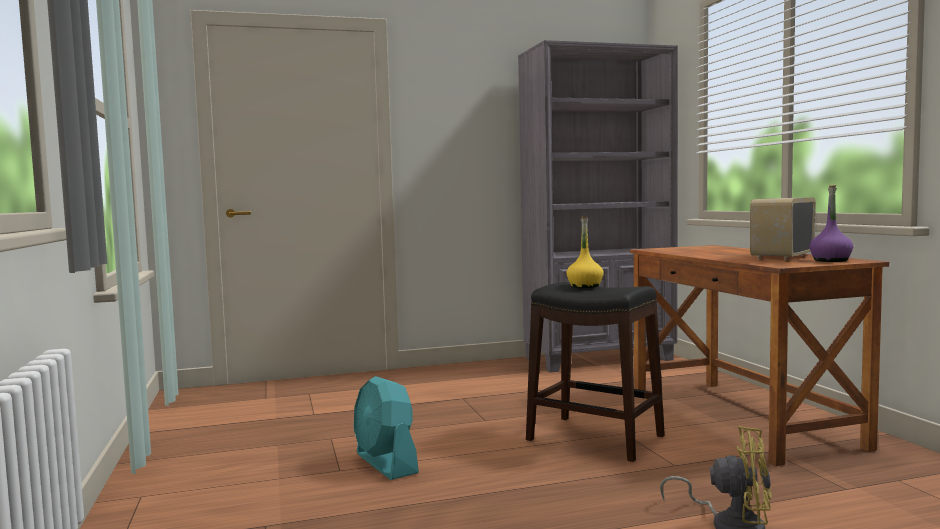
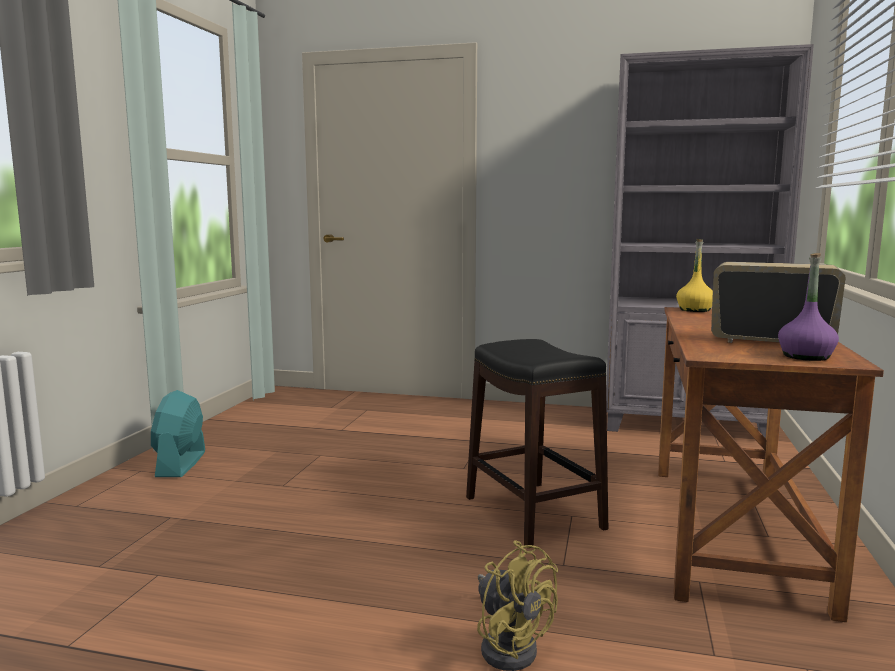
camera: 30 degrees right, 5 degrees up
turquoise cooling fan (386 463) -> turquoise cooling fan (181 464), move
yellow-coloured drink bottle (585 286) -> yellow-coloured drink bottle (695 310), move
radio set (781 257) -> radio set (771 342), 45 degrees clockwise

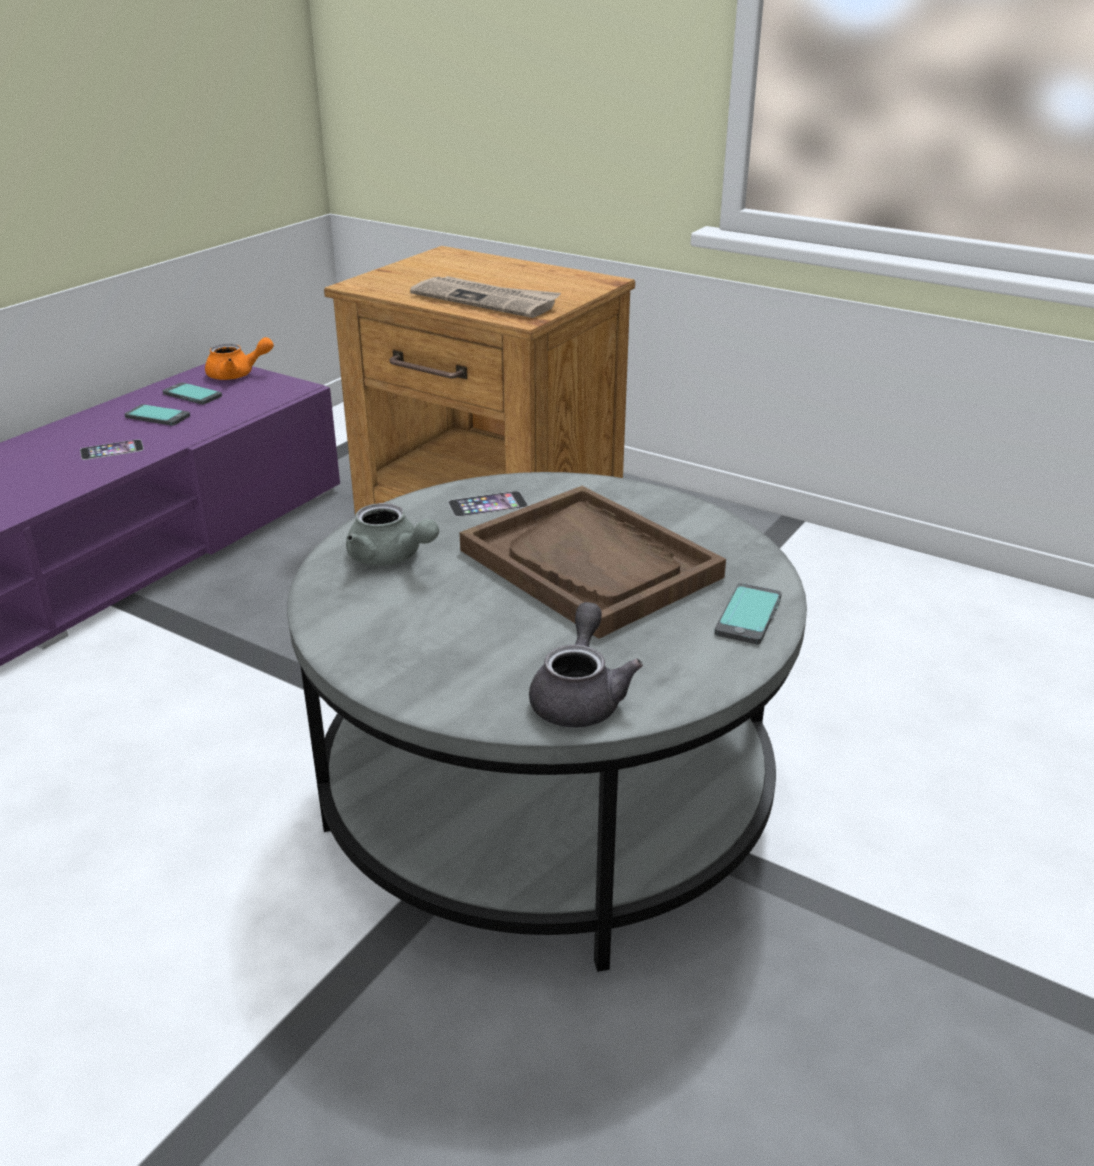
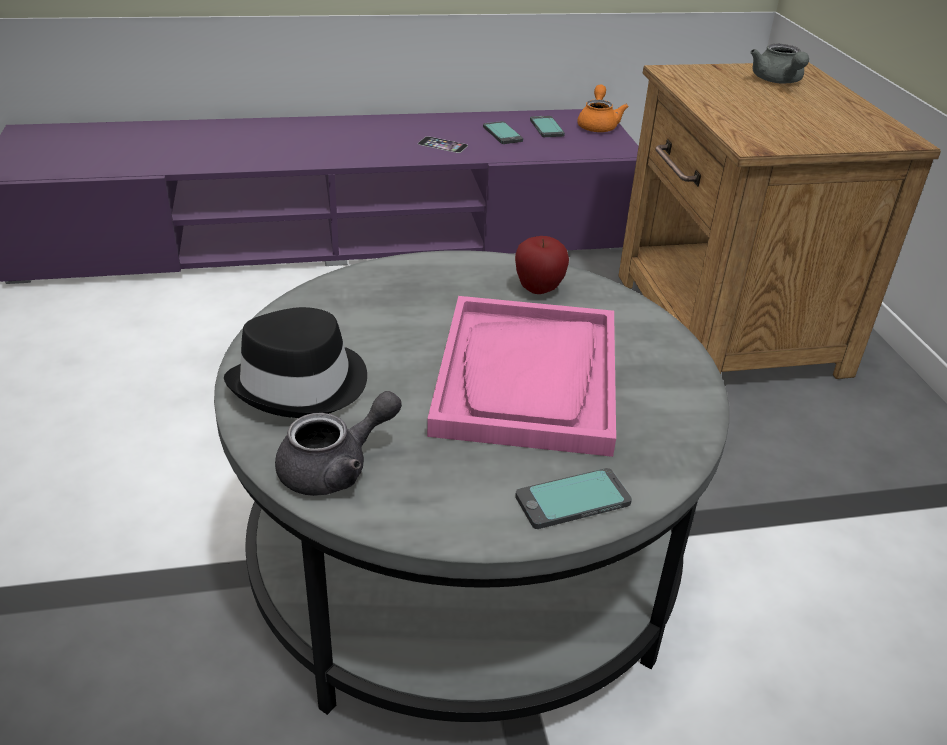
camera: 45 degrees right, 5 degrees up
none -> black-coloured wearable hat (302 384)
brown tray (590 564) -> pinkish tray (528 378)
handset (487 504) -> apple (538 290)
orangey teapot (237 375) -> orangey teapot (598 125), 120 degrees counterclockwise
greyish teapot (390 558) -> greyish teapot (778 81), move
printed paper (486 300) -> none

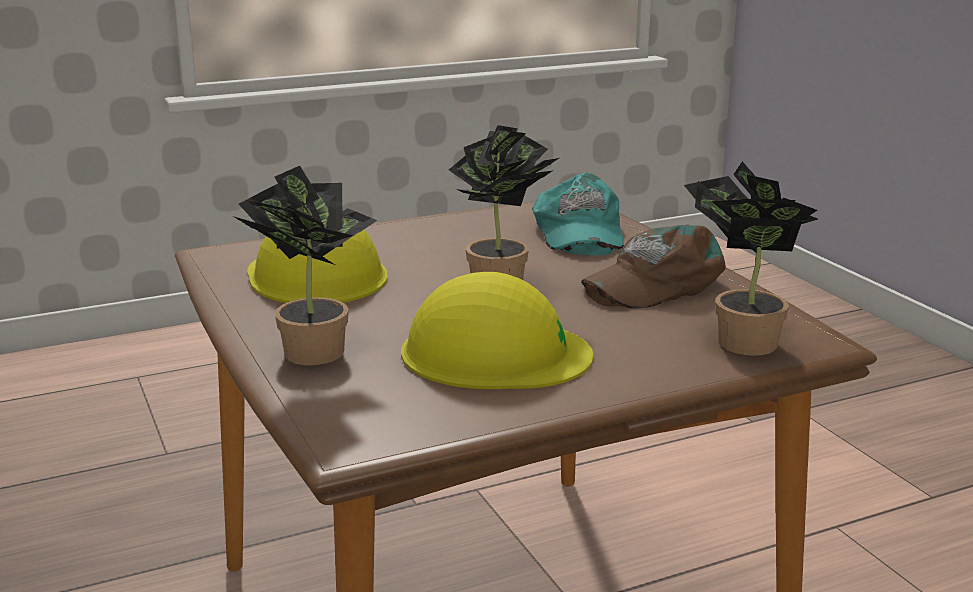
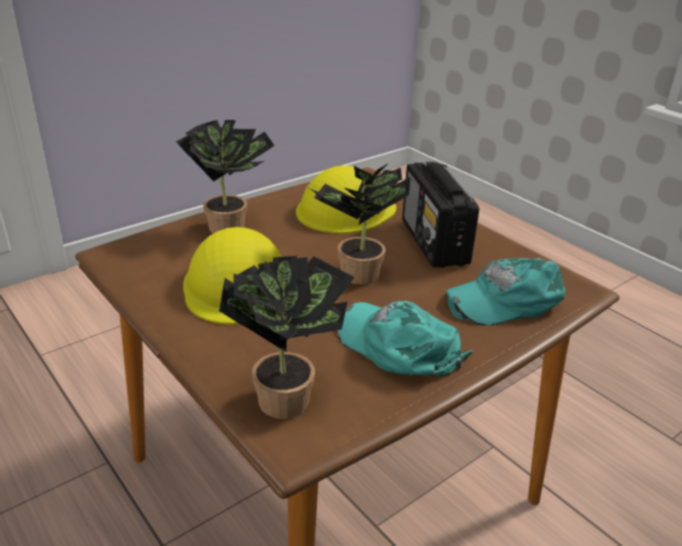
camera: 75 degrees right, 10 degrees up
brown baseball cap (654 283) -> turquoise baseball cap (399 346)
none -> radio set (434 243)

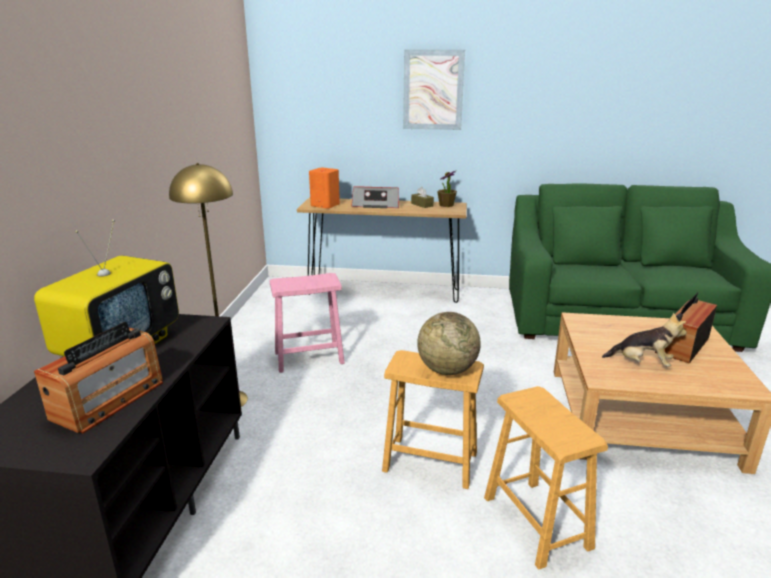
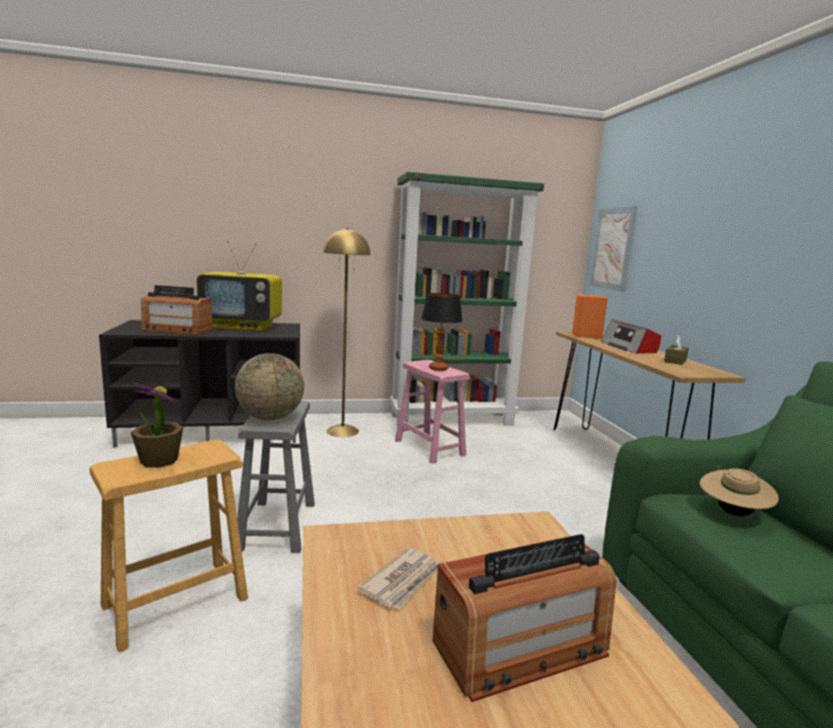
camera: 70 degrees right, 10 degrees down
potted plant (446 205) -> potted plant (159 461), move
brown stool (430 462) -> greyish stool (277 525)
plush toy (642 363) -> printed paper (403 581)
none -> greenish shelving unit (452 419)
none -> table lamp (438 368)
radio set (683 345) -> radio set (521 648), 135 degrees clockwise
wall picture (433 90) -> wall picture (613 249), move
none -> beige wearable hat (732 513)

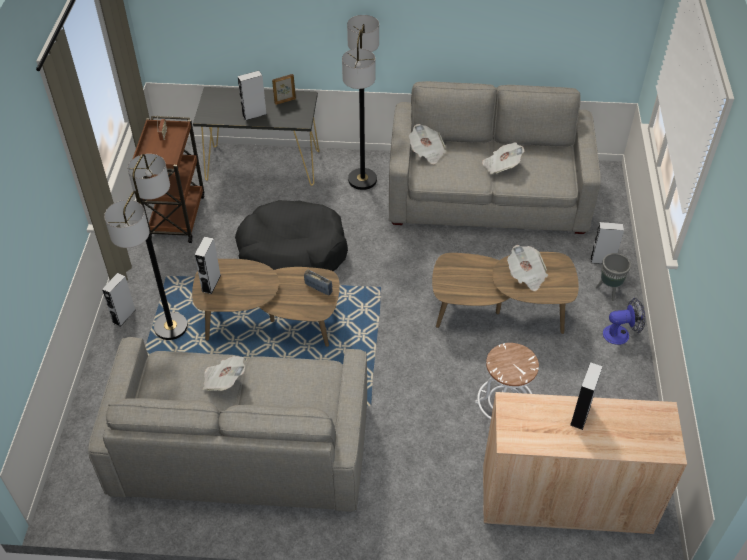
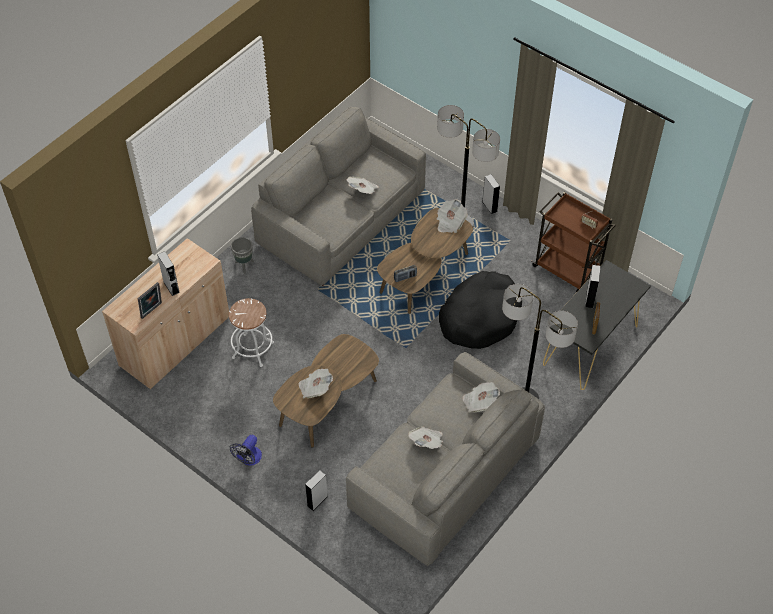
camera: 125 degrees right, 5 degrees up
none -> picture frame (152 311)
greyish plant pot (608 291) -> greyish plant pot (244 265), move
greyish audio speaker (211 283) -> printed paper (450 222)

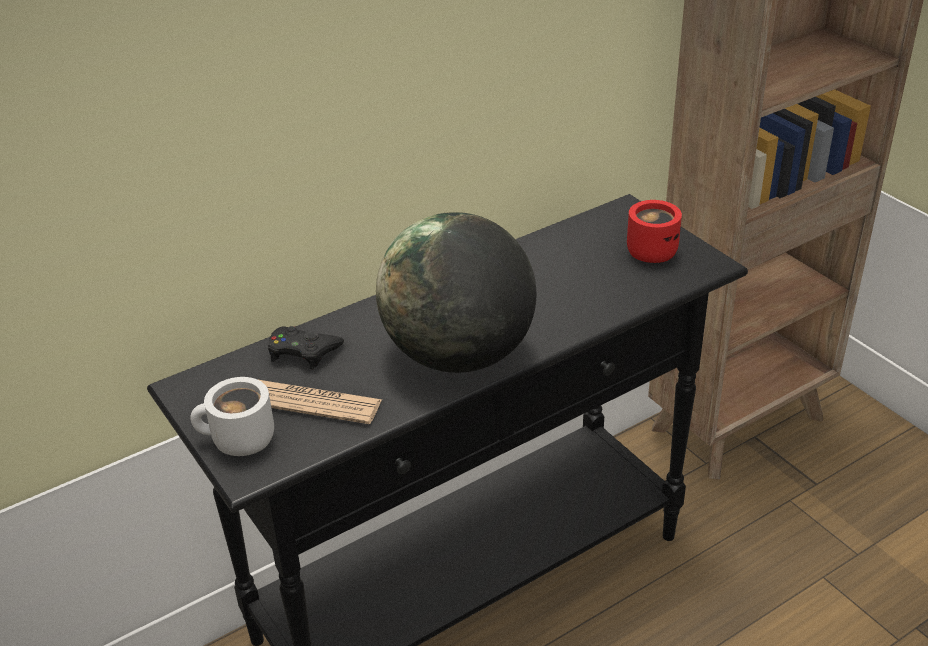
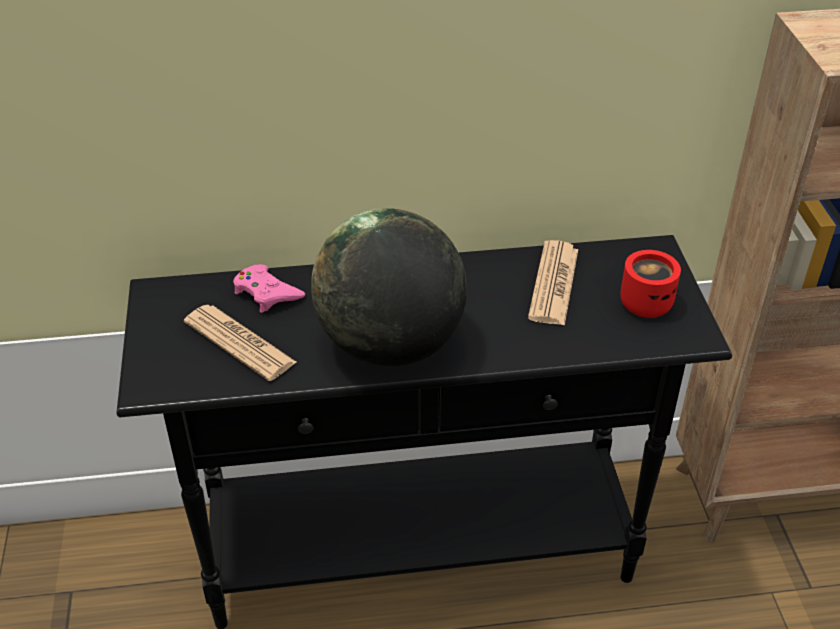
camera: 25 degrees right, 5 degrees up
black-coloured joypad (303 351) -> pinkish joypad (266 293)
none -> printed paper (553 284)
white mug (238 442) -> none

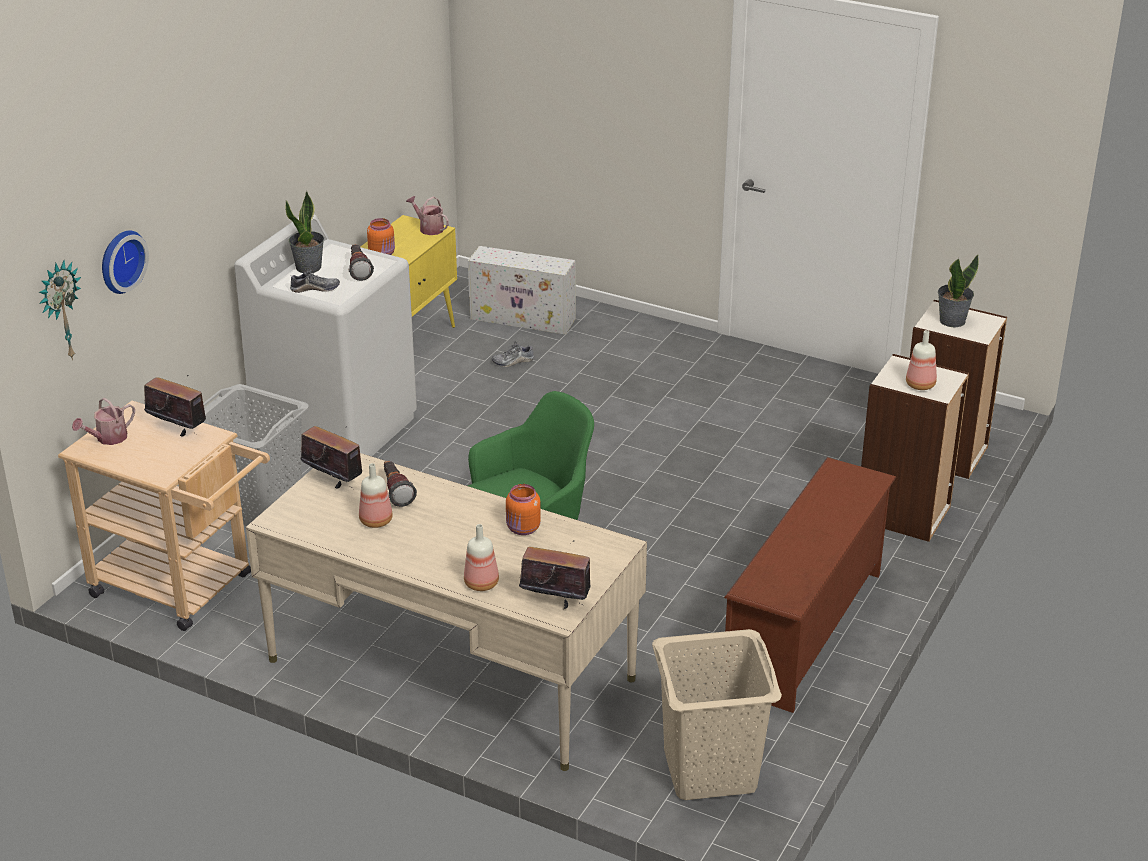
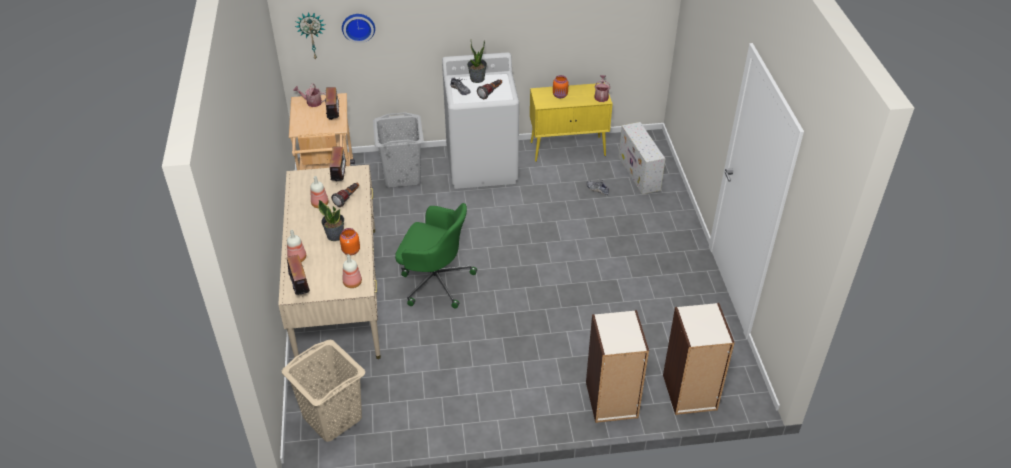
camera: 55 degrees right, 10 degrees up
potted plant (951 320) -> potted plant (335 235), move
drink bottle (921 385) -> drink bottle (353 283), move
brown shoe rack (806 631) -> none

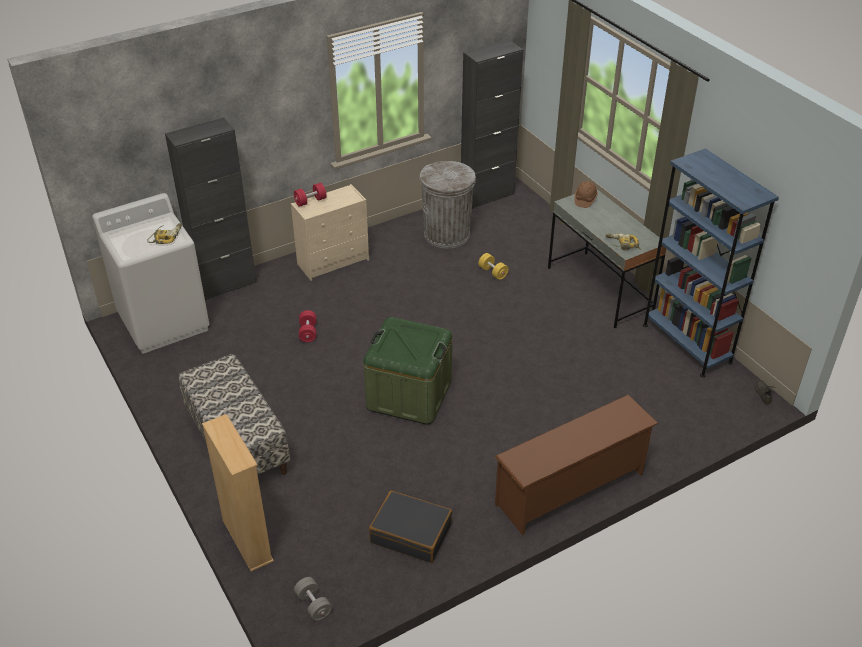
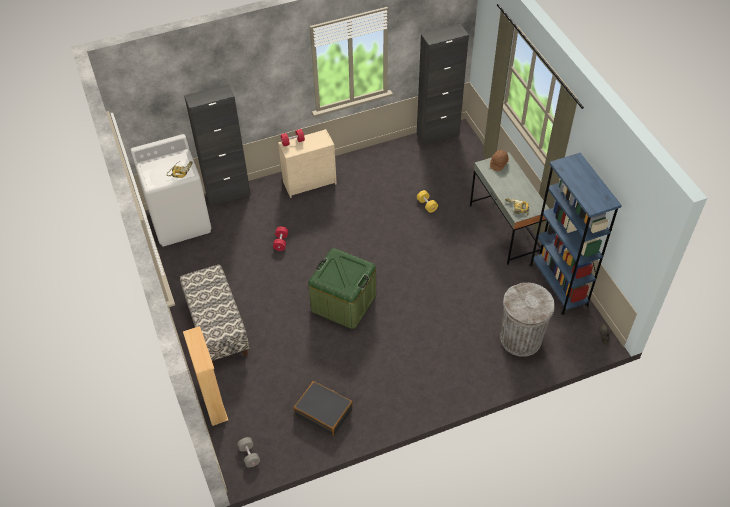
camera: 10 degrees right, 10 degrees up
greyish rubbish bin (447 234) -> greyish rubbish bin (521 339), move
brown shoe rack (571 490) -> none

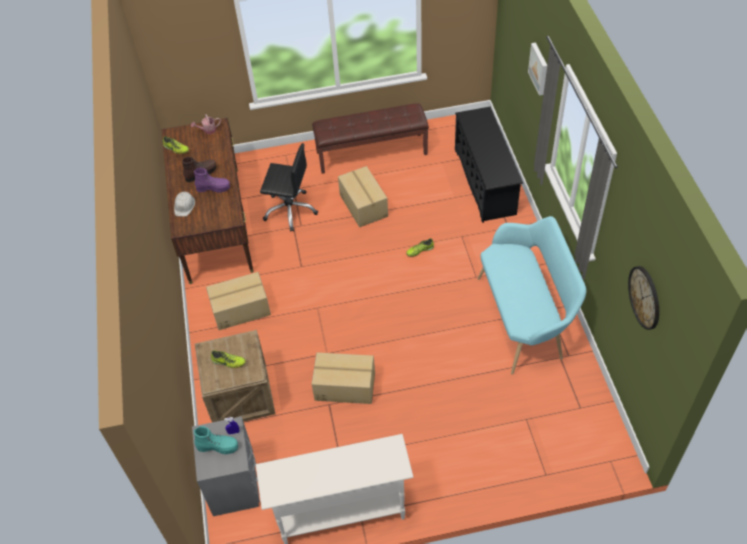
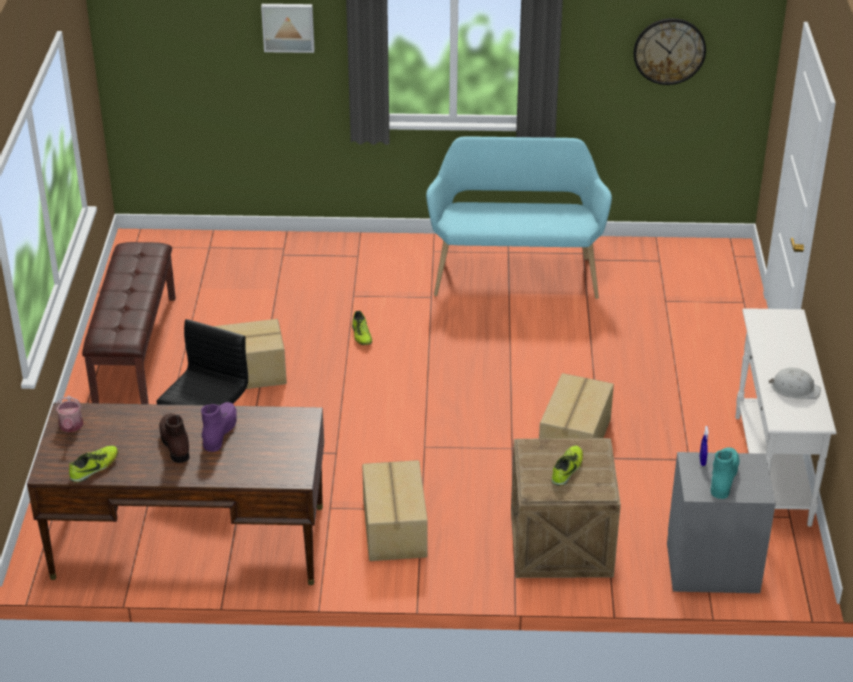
camera: 80 degrees left, 15 degrees down
white safety helmet (184 205) -> white safety helmet (794 389), move
black-coloured shoe rack (485 181) -> none

